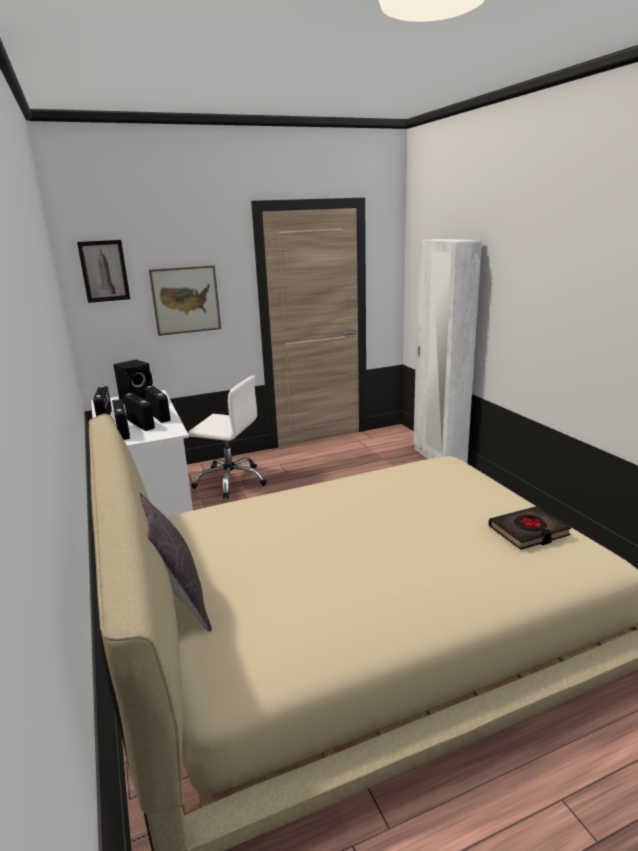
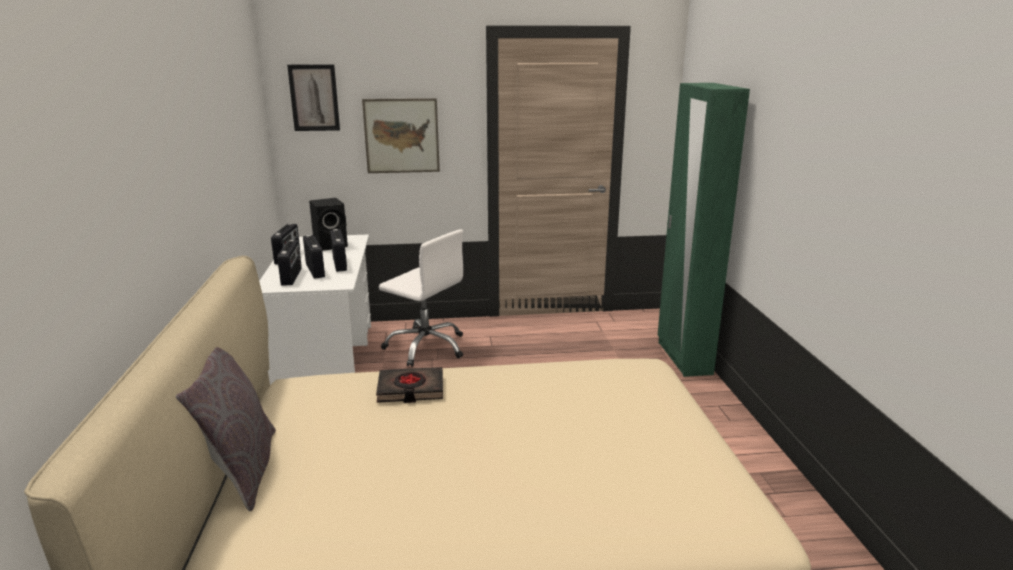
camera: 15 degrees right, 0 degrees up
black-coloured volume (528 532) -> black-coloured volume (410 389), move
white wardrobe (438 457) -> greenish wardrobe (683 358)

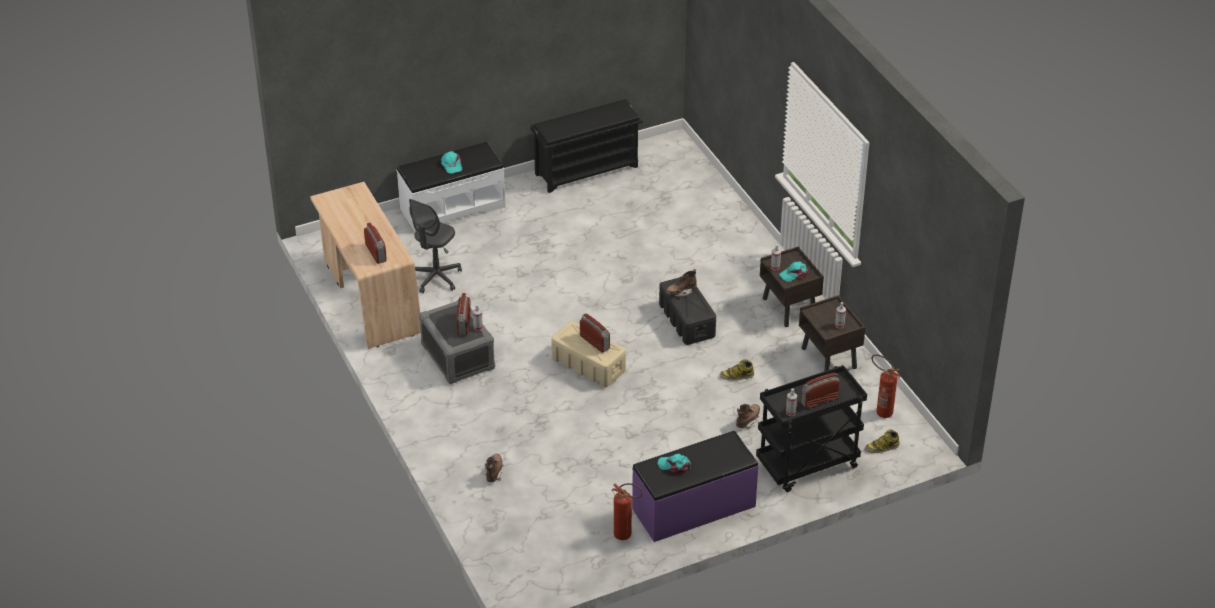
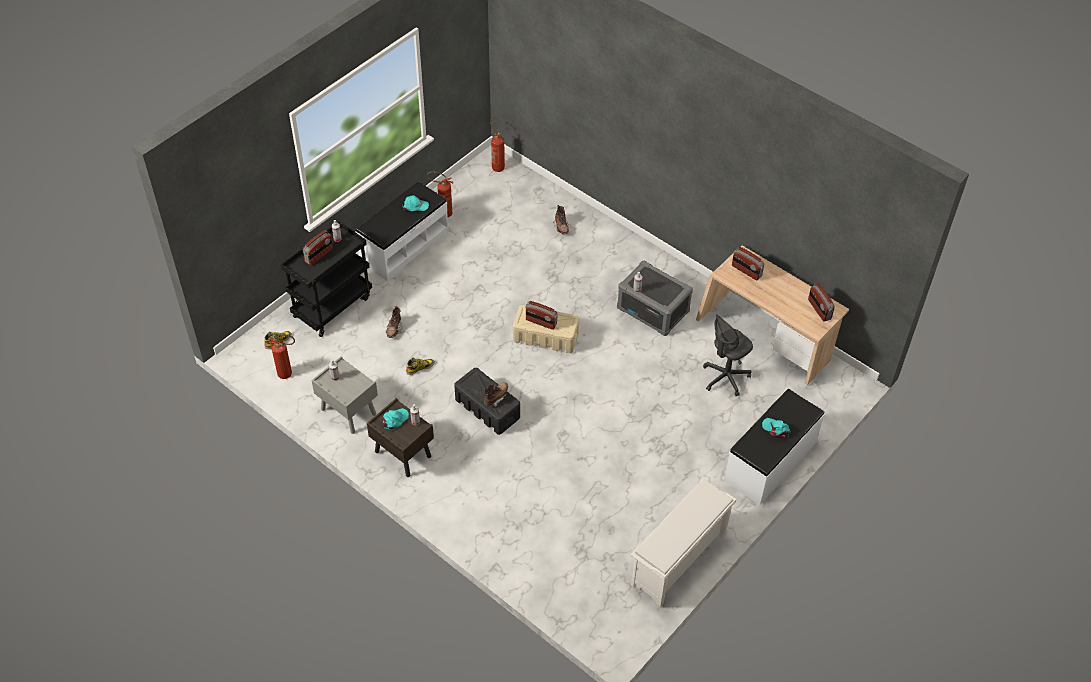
camera: 155 degrees right, 10 degrees up
brown night table (829 358) -> greyish night table (348 411)
purple-coloured long seat (694 508) -> white long seat (404 247)
none -> fire-fighting cylinder (496 165)
black-coloured shoe rack (587 170) -> white shoe rack (678 561)
greyish office chair (436 278) -> greyish office chair (725 378), 135 degrees counterclockwise
radio set (464 324) -> radio set (819 309), move

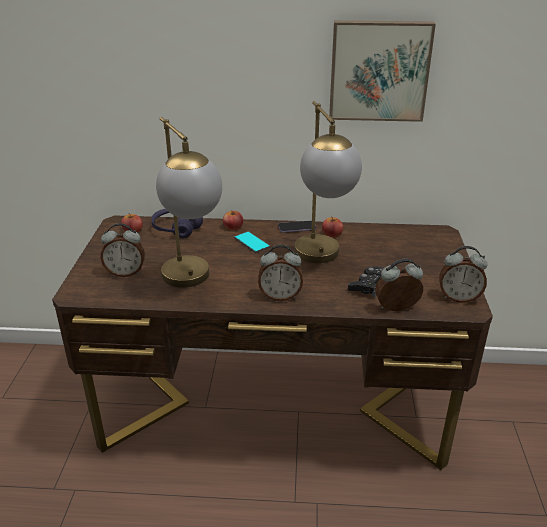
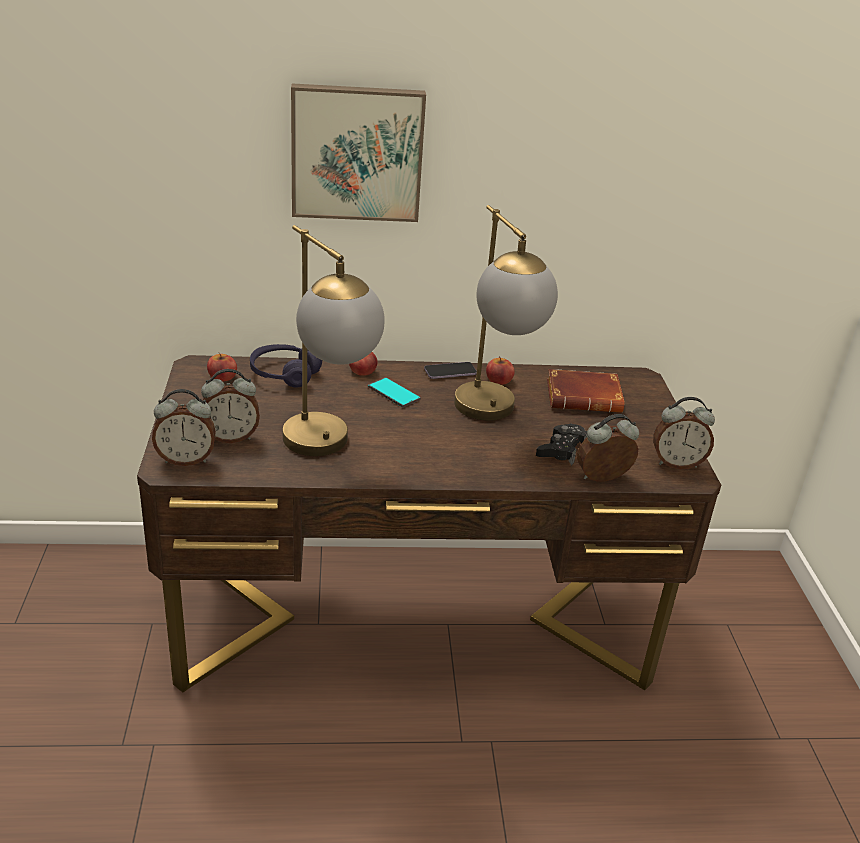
camera: 10 degrees left, 0 degrees up
table clock (280 296) -> table clock (186 459), move
wall picture (379 70) -> wall picture (357 152), move
none -> brown volume (585 397)

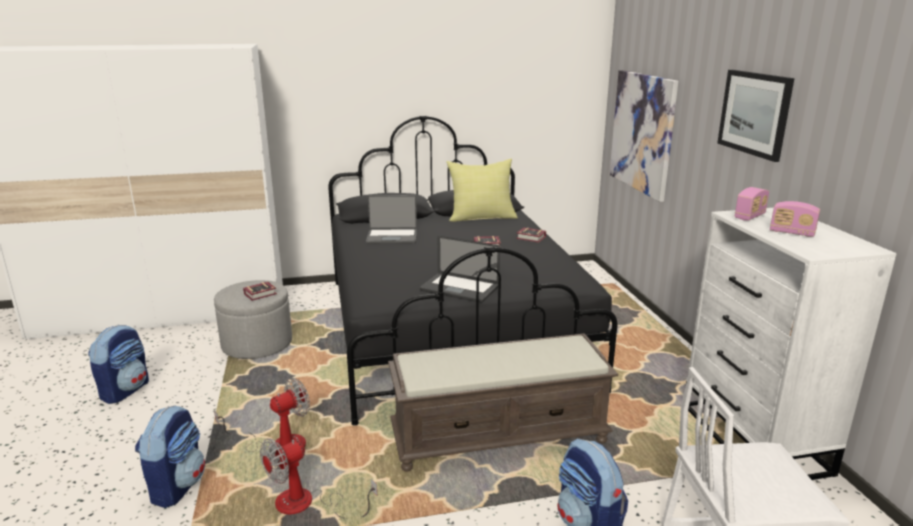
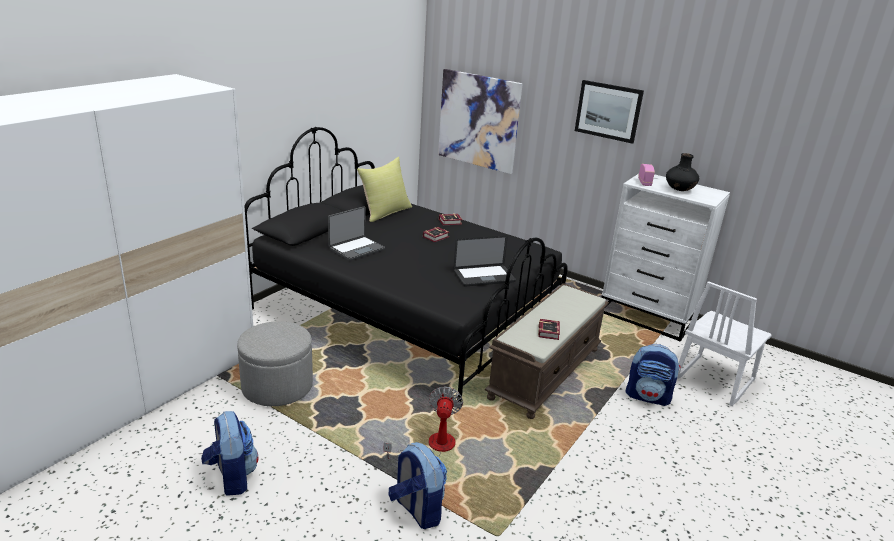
camera: 45 degrees left, 5 degrees up
volume (262 294) -> volume (549 331), move
radio set (791 233) -> black-coloured flower vase (679 190)
cooling fan (307 504) -> none

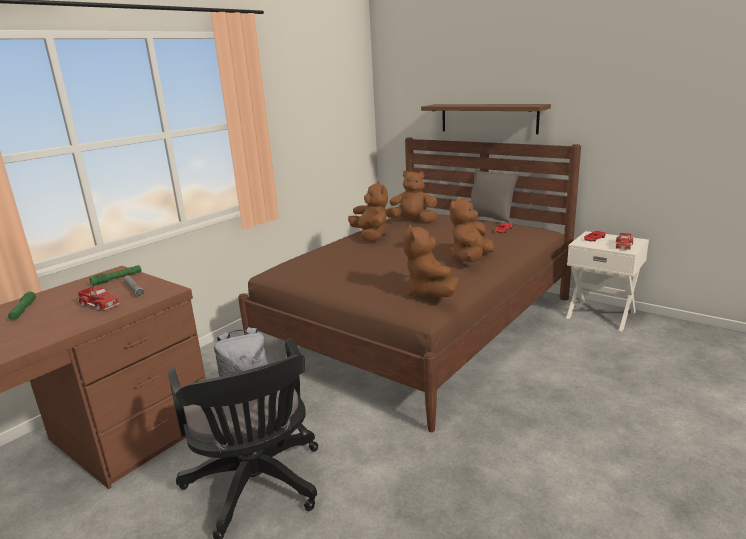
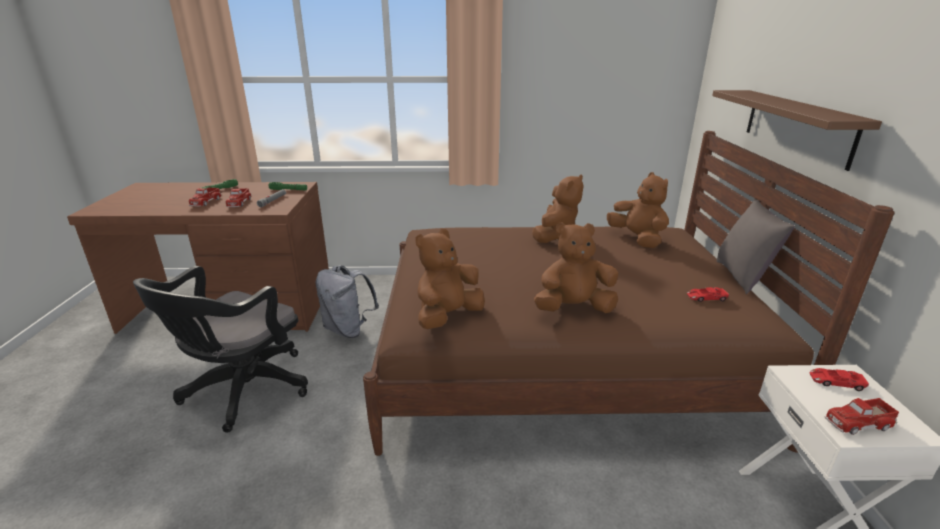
camera: 50 degrees right, 5 degrees up
none -> model truck (206 202)

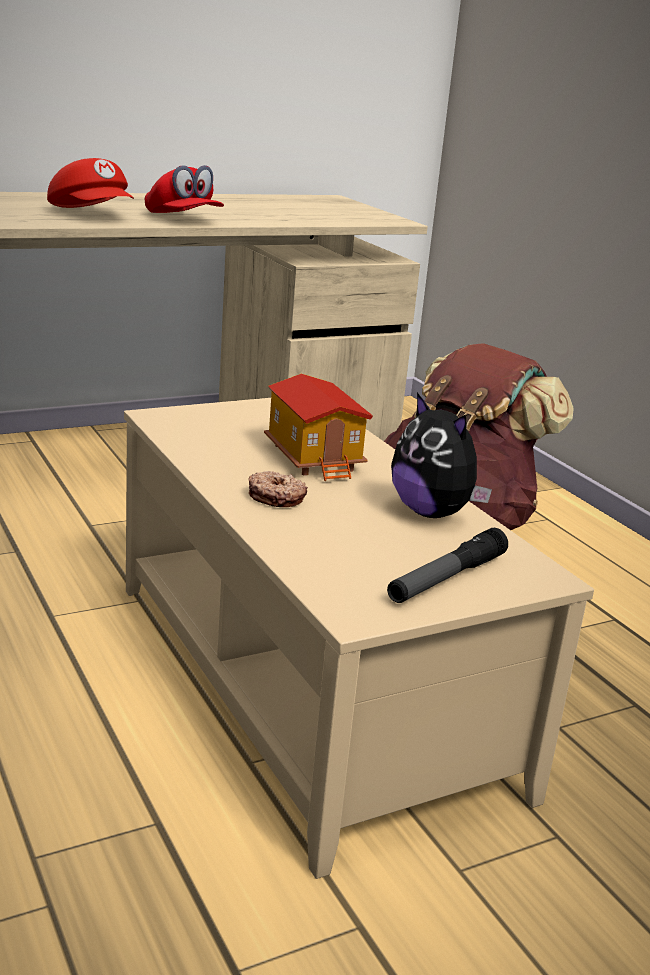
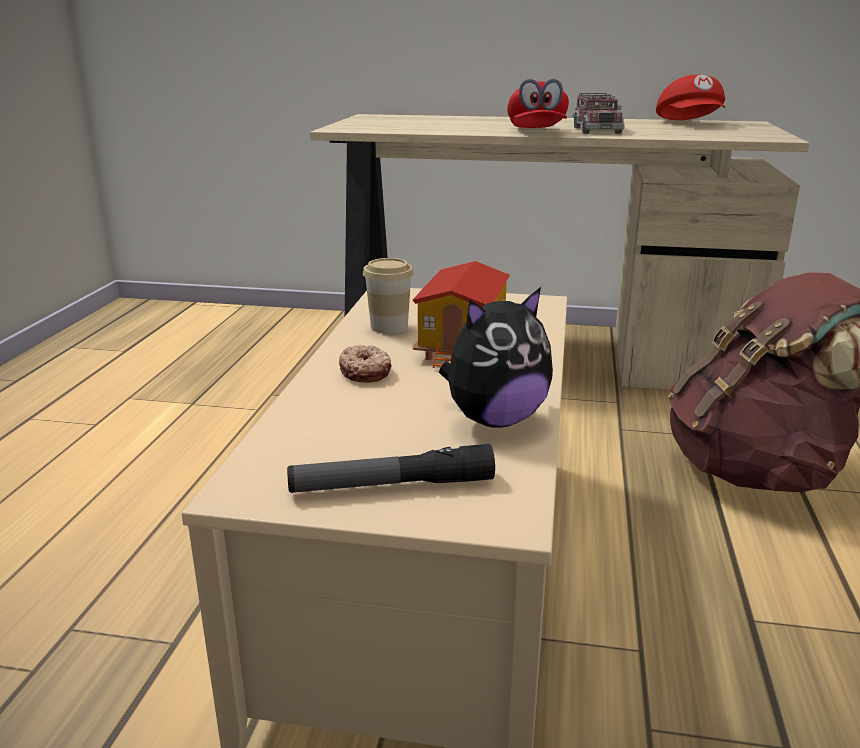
camera: 40 degrees right, 0 degrees up
none -> drinking cup (389 327)
plush toy (432 512) -> plush toy (495 419), 120 degrees counterclockwise
none -> model truck (596 130)
reddish baseball cap (93 214) -> reddish baseball cap (691 124), move

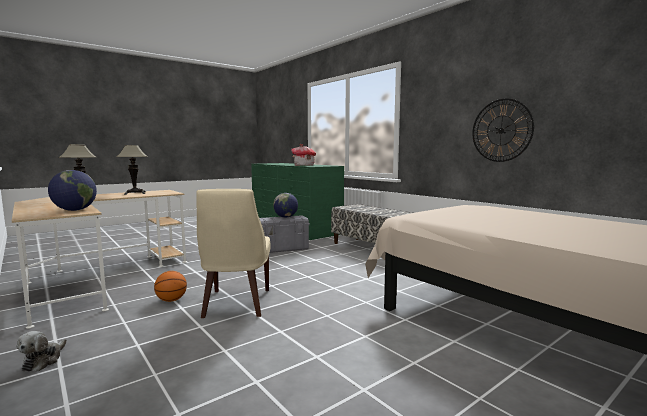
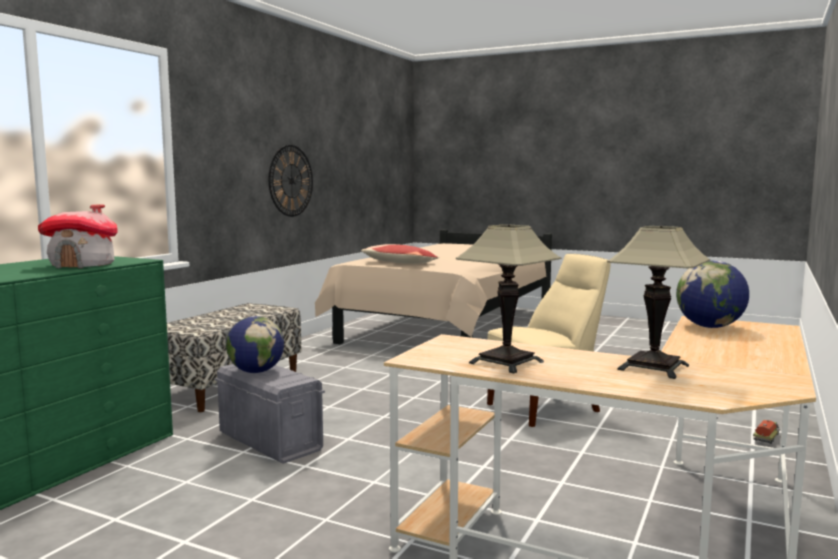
camera: 115 degrees left, 0 degrees up
none -> cushion (399 263)
plush toy (43 360) -> model truck (766 438)
basketball ball (171 300) -> none

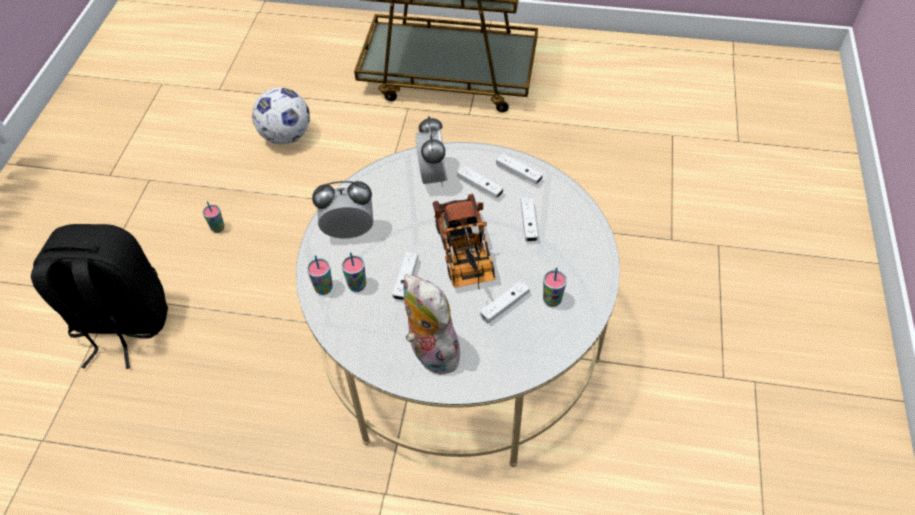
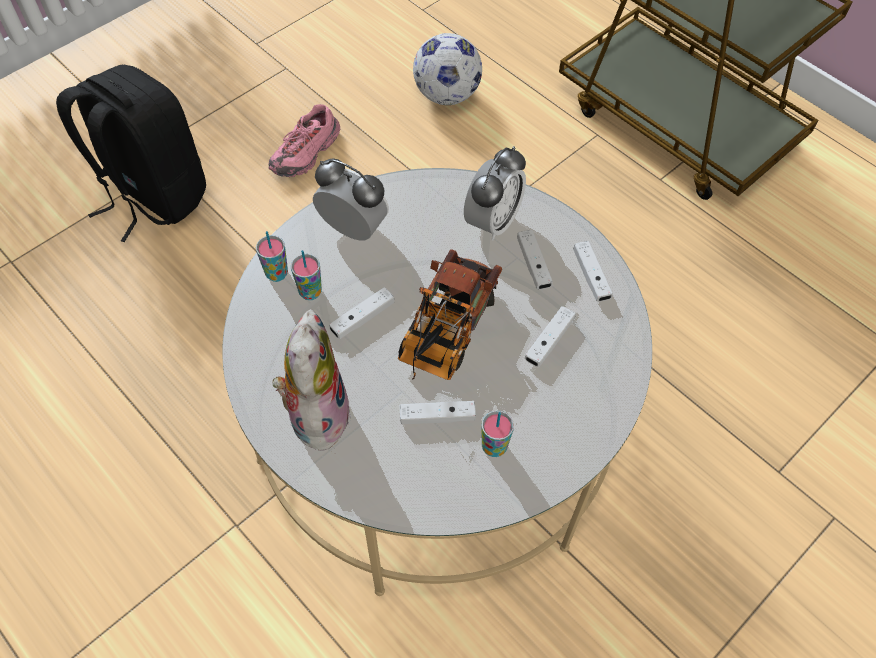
camera: 35 degrees right, 5 degrees up
drinking cup (218 228) -> pinkish item of footwear (306 154)

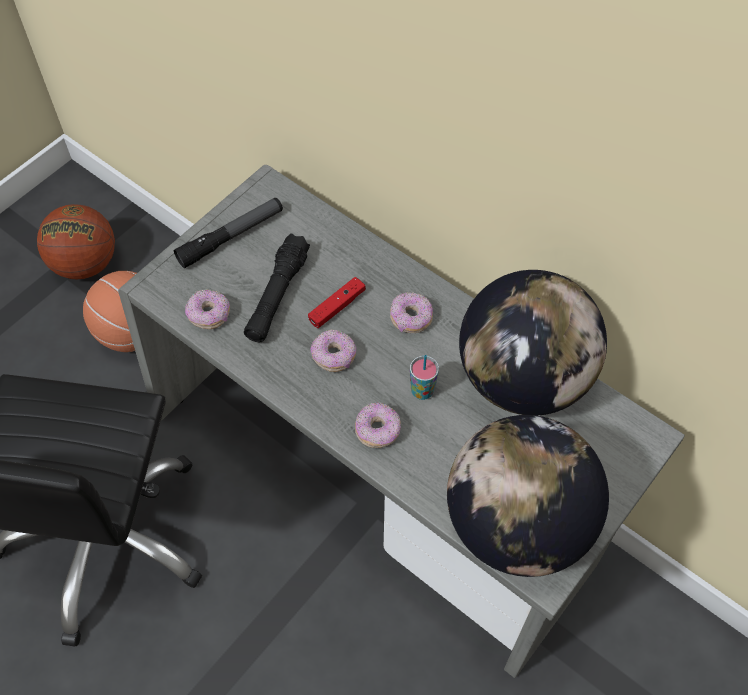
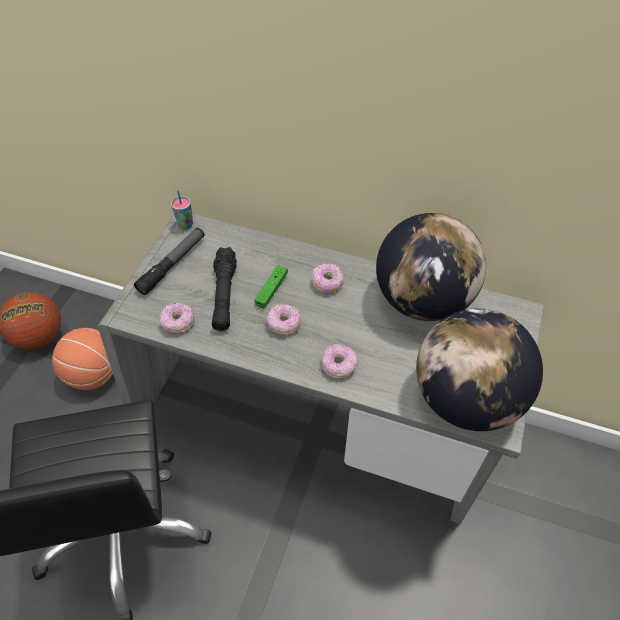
camera: 20 degrees left, 5 degrees down
drinking cup (422 391) -> drinking cup (185 225), move
reddish joypad (337 307) -> greenish joypad (271 290)

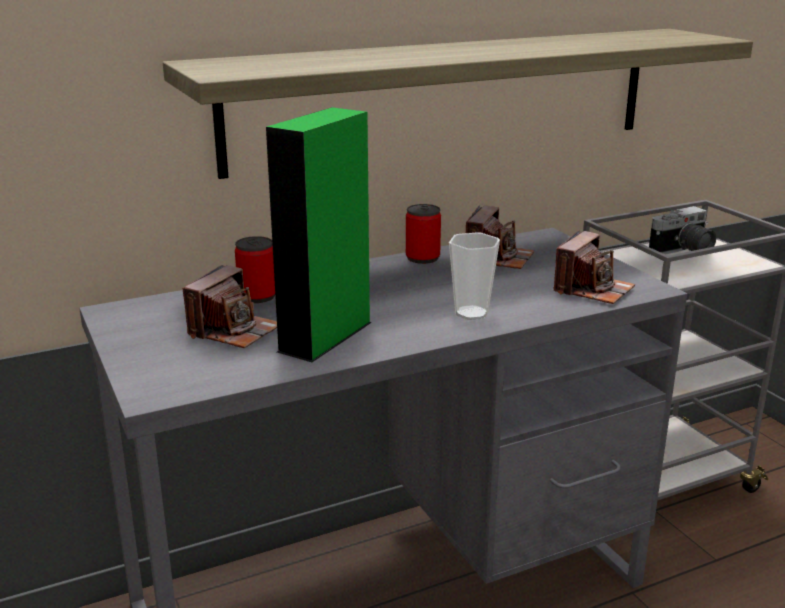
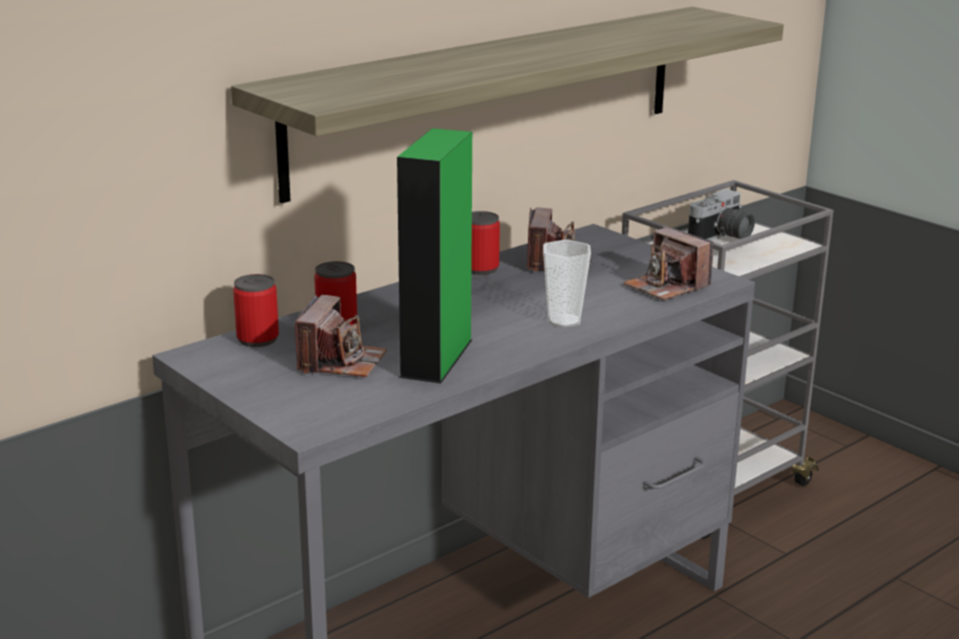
camera: 15 degrees left, 0 degrees up
none -> can (258 339)
photo camera (592 290) -> photo camera (666 287), 120 degrees clockwise

